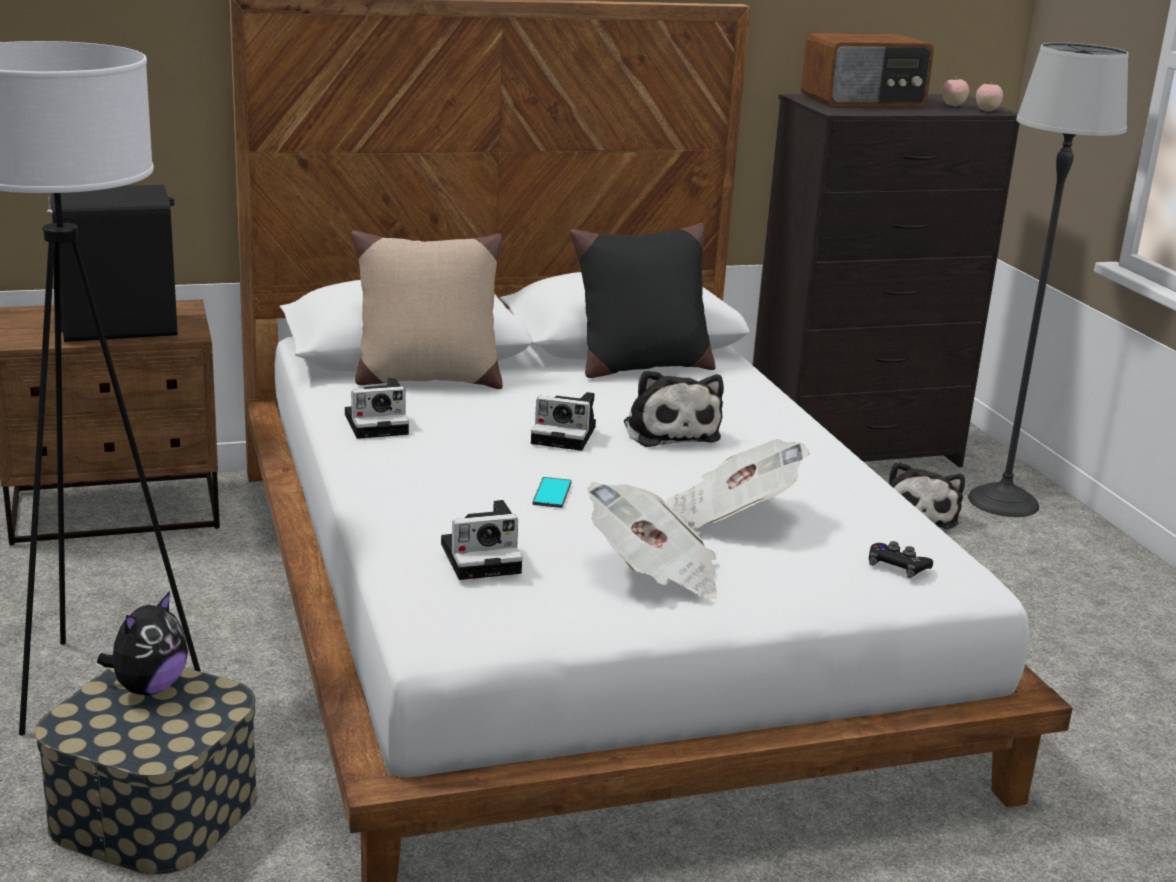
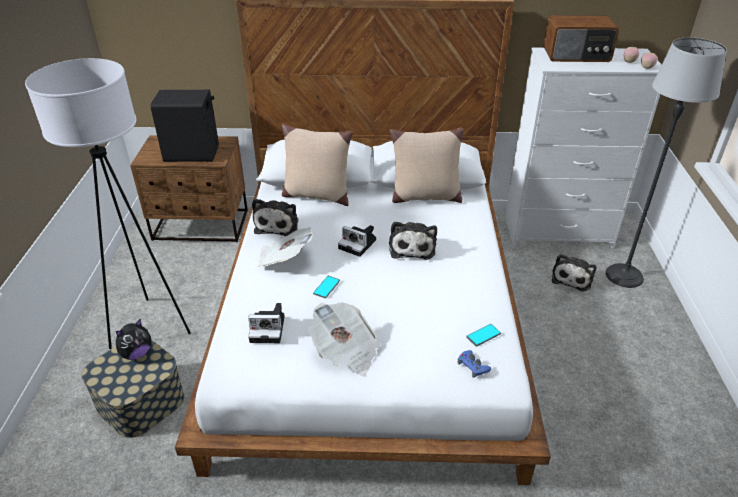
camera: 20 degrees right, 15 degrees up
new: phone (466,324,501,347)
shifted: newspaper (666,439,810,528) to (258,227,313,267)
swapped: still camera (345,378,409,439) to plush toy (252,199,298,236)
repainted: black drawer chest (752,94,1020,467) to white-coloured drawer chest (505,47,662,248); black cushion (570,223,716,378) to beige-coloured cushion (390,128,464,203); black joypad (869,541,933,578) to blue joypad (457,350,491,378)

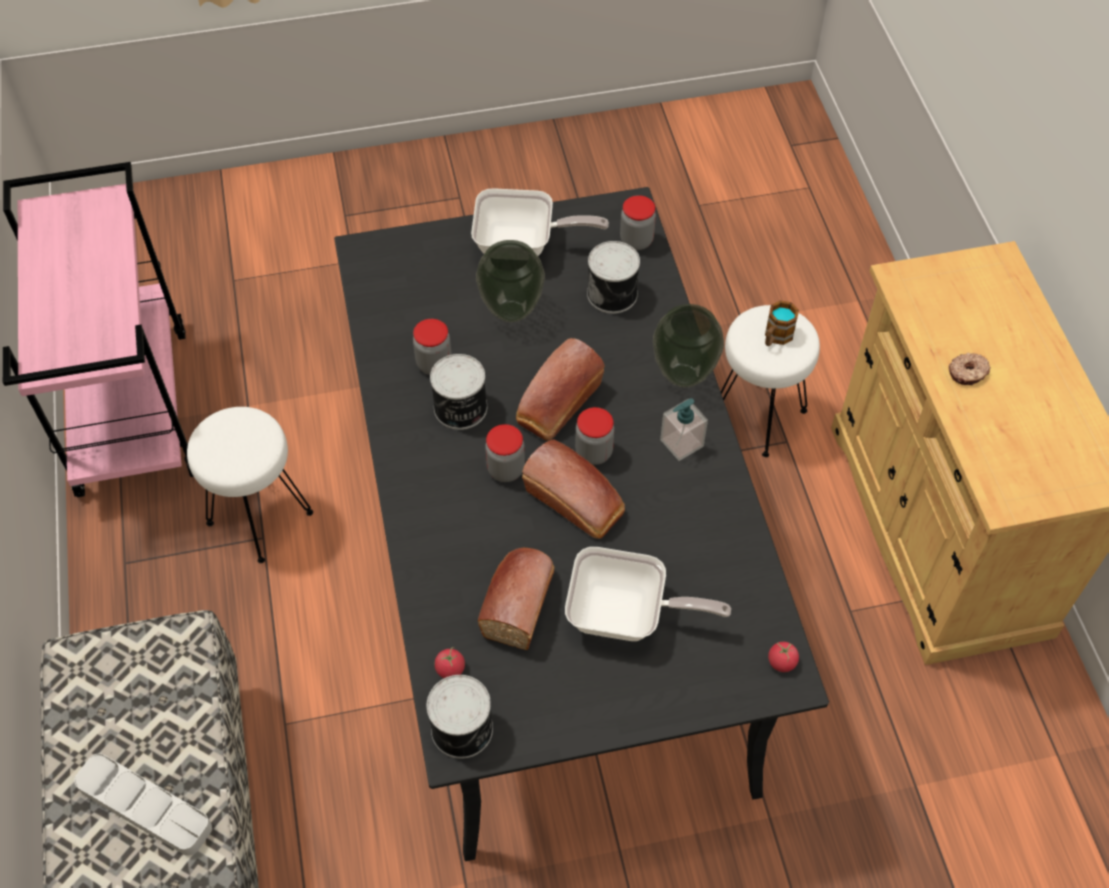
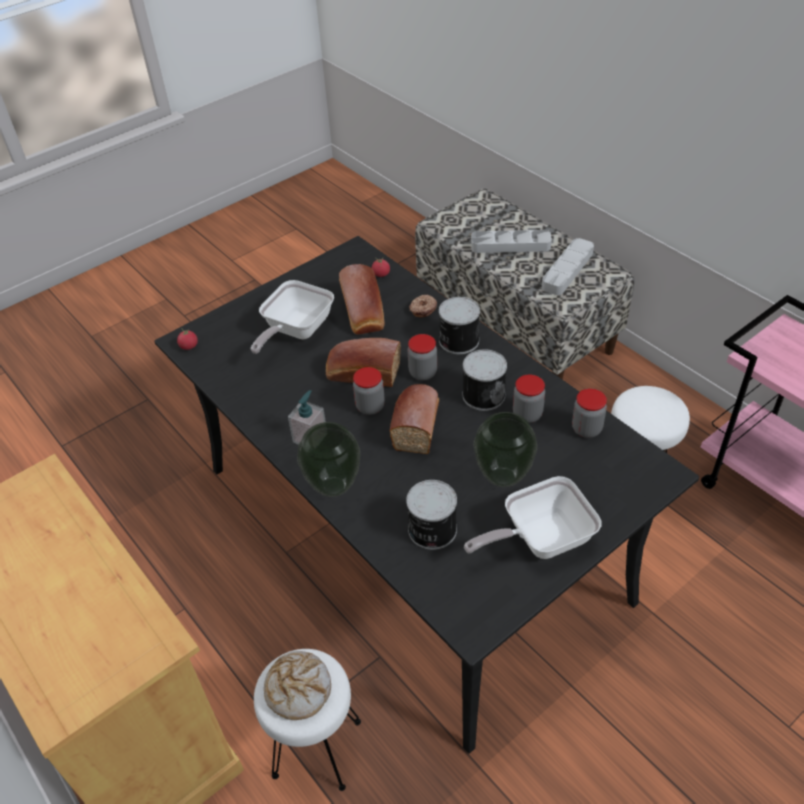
camera: 155 degrees right, 10 degrees down
new: greyish serving tray (542,238,594,295)
shifted: storage jar (620,195,656,250) to (572,388,607,438); donut (949,353,991,385) to (409,294,437,317); sealed can (427,675,493,759) to (439,297,480,354)
swapped: tea mug (765,300,799,346) to baked bread (264,651,331,720)
rotated: pan (565,547,731,641) = (251,280,334,354) 45 degrees counterclockwise

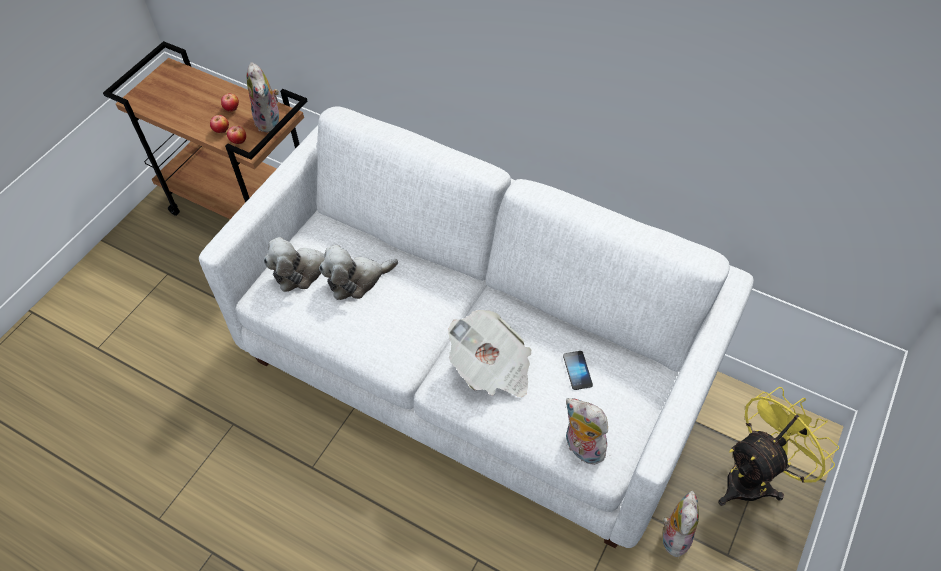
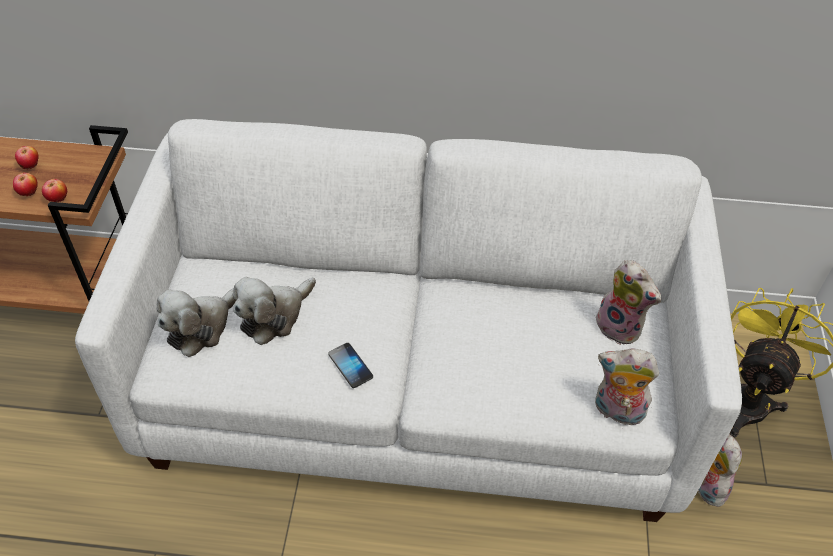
camera: 25 degrees left, 5 degrees down
gone: newspaper (448,310,531,397)
shifted: plush toy (247,62,279,132) to (596,260,662,345); phone (563,351,593,390) to (328,343,373,388)

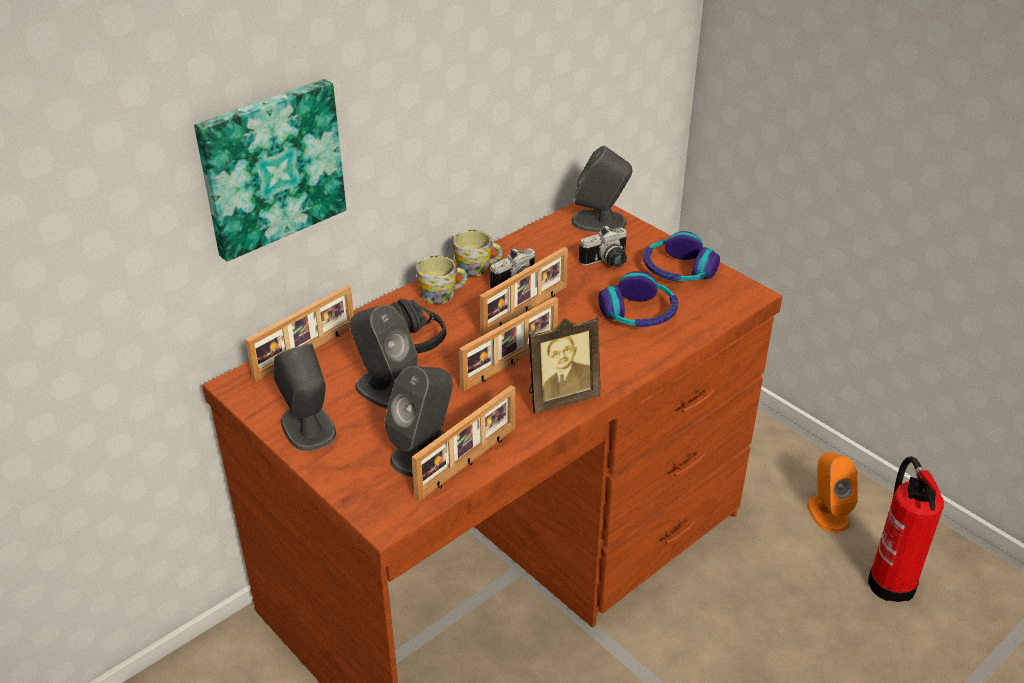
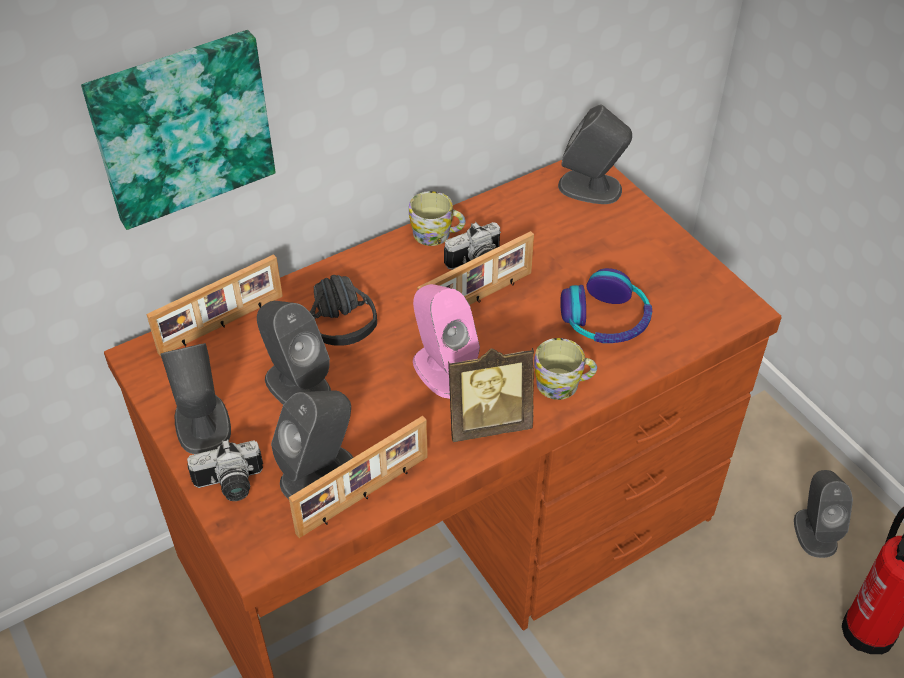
camera: 10 degrees right, 10 degrees up
gone: headset (643,231,720,281)
shifted: still camera (579,225,627,267) to (187,439,263,501); tea mug (416,256,467,304) to (534,338,597,400)
swapped: picture frame (459,297,558,391) to pink-coloured audio speaker (413,284,480,399)
repainted: orangey audio speaker (807,452,857,533) to greyish audio speaker (794,470,853,558)

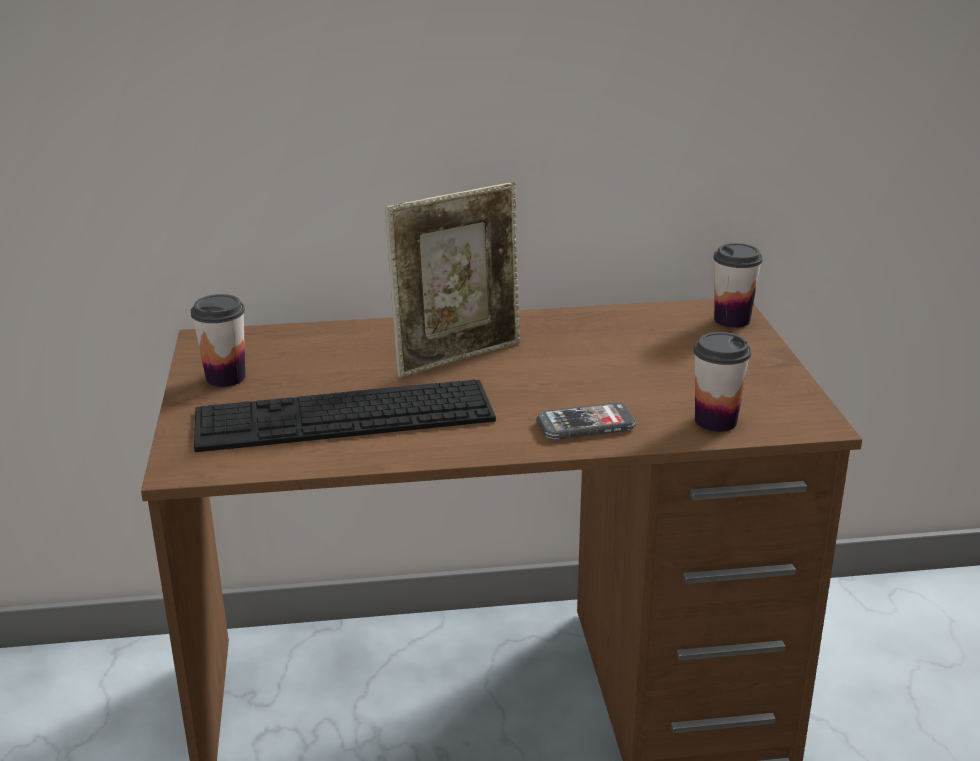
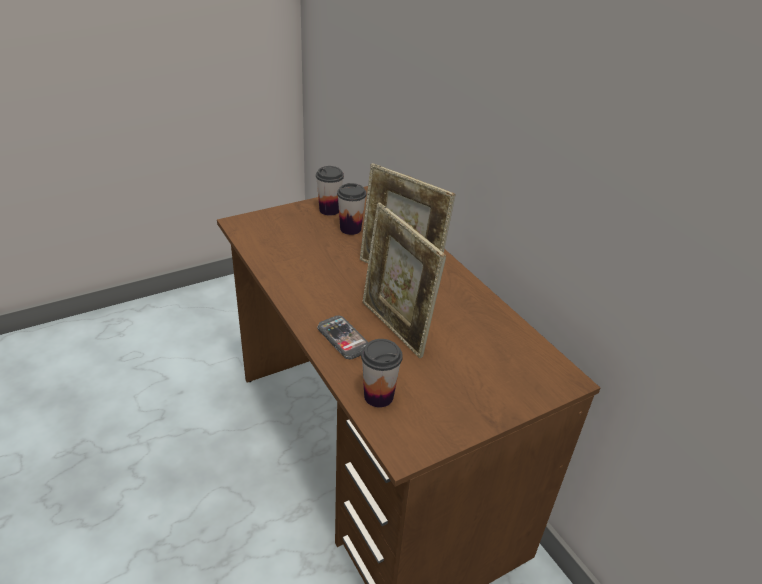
camera: 65 degrees right, 10 degrees up
gone: keyboard (194,379,496,452)
new: picture frame (362,203,446,358)
shifted: small cup (714,243,763,328) to (337,183,366,235)

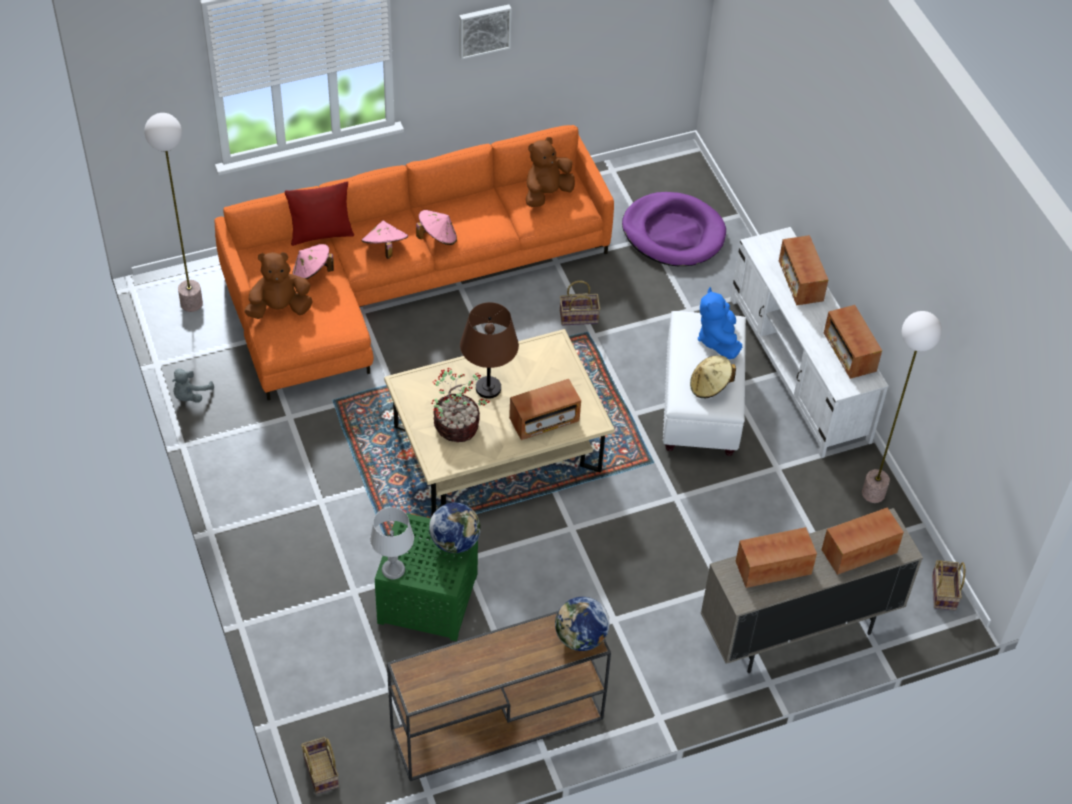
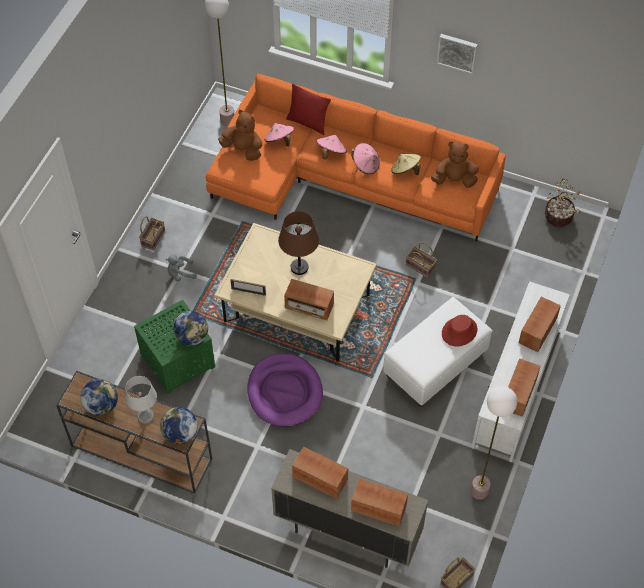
camera: 45 degrees right, 5 degrees up
new: picture frame (230,279,266,296); world globe (80,379,118,416)
shifted: purplish dog cushion (622,192,726,266) to (247,353,323,426); beige-coloured clothing hat (690,355,736,398) to (391,154,421,175); greyish plush toy (172,368,214,403) to (166,254,197,282); plant in a pot (432,368,490,442) to (545,179,581,228); greyish tabletop lamp (370,507,414,579) to (125,376,157,424); storage basket (301,737,339,794) to (139,216,165,251)
swapped: blue plush toy (698,287,742,359) to reddish clothing hat (442,315,477,346)

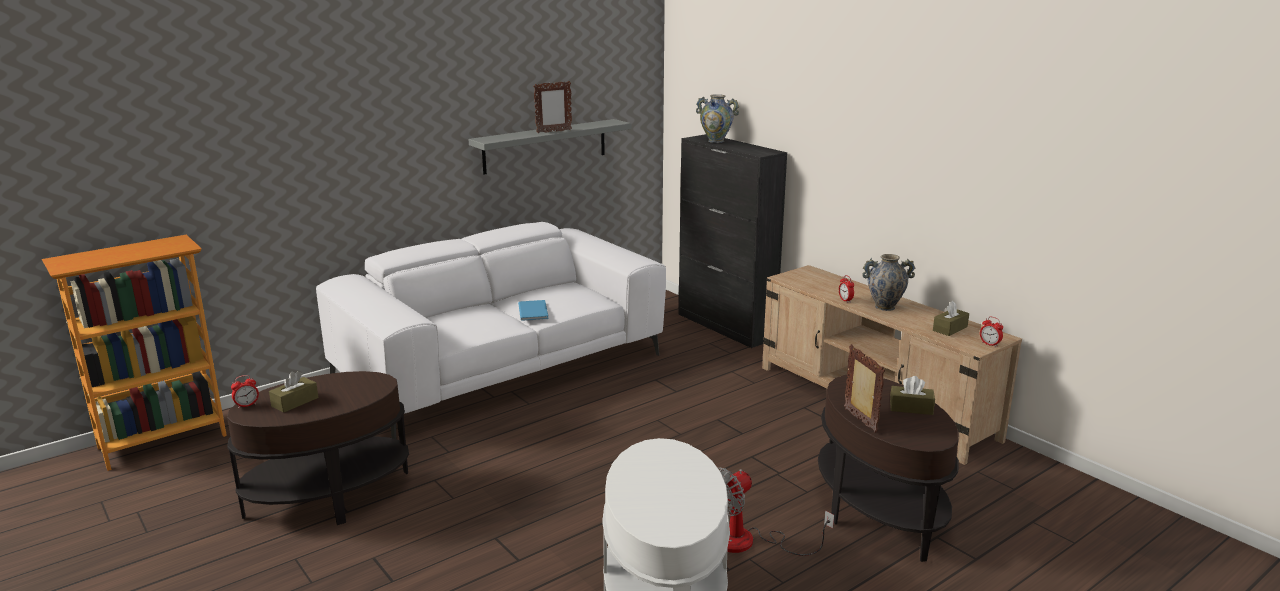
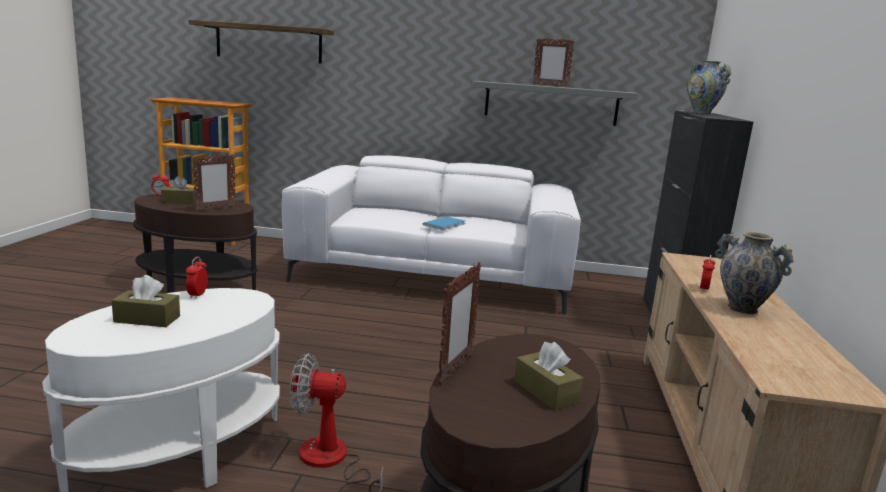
camera: 45 degrees right, 5 degrees down
new: shelf (189,20,334,64); picture frame (192,154,236,212)
shifted: brown-coloured tissue box (933,301,969,336) to (111,275,180,327); alarm clock (980,317,1003,347) to (186,257,208,299)

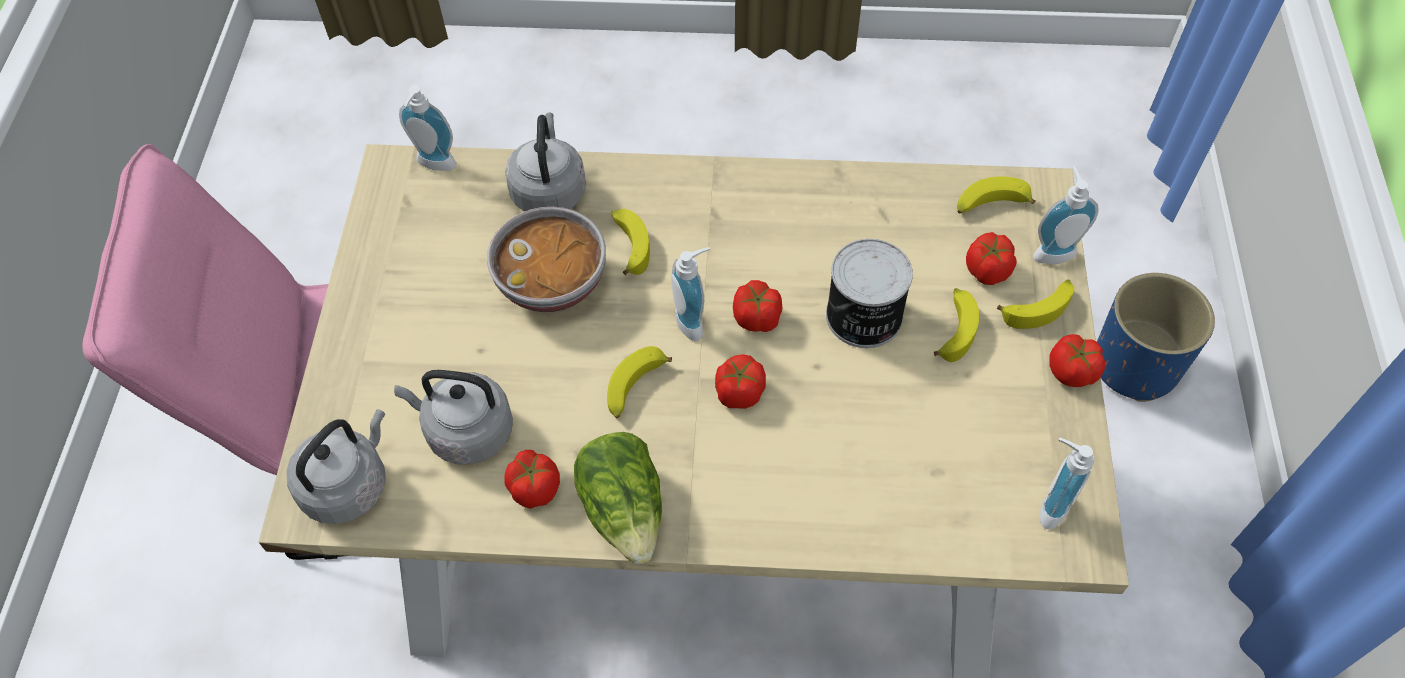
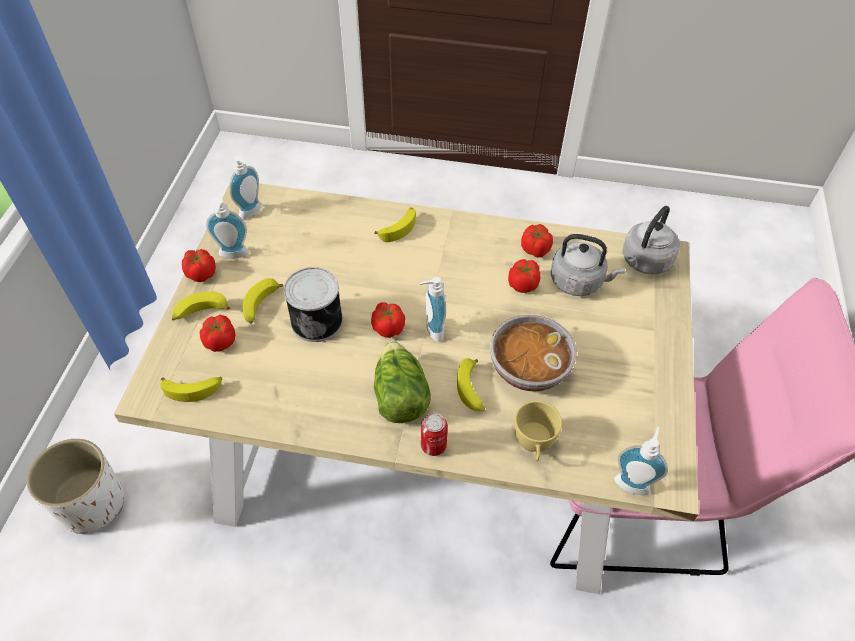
camera: 175 degrees left, 5 degrees down
new: sealed can (421,413,448,456)
shifted: soap bottle (1033,166,1099,264) to (206,199,249,259); whole banana (607,346,672,418) to (374,207,416,242); tomato (715,354,766,409) to (508,259,541,293); head of lettuce (574,432,662,564) to (374,341,431,423)
swapped: greyish water kettle (505,112,586,212) to yellowish small cup (514,401,562,461)
repainted: blue flower pot (1097,273,1215,402) to white-coloured flower pot (27,439,124,534)

